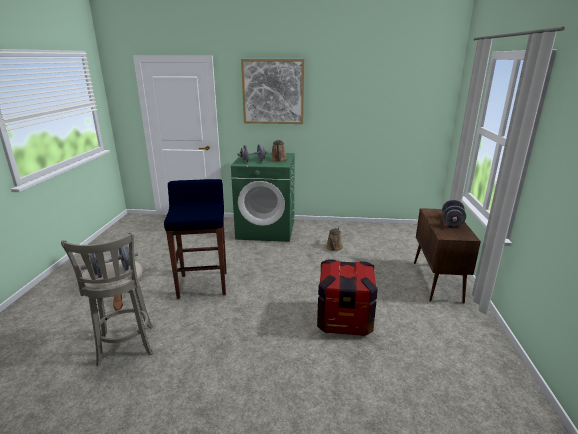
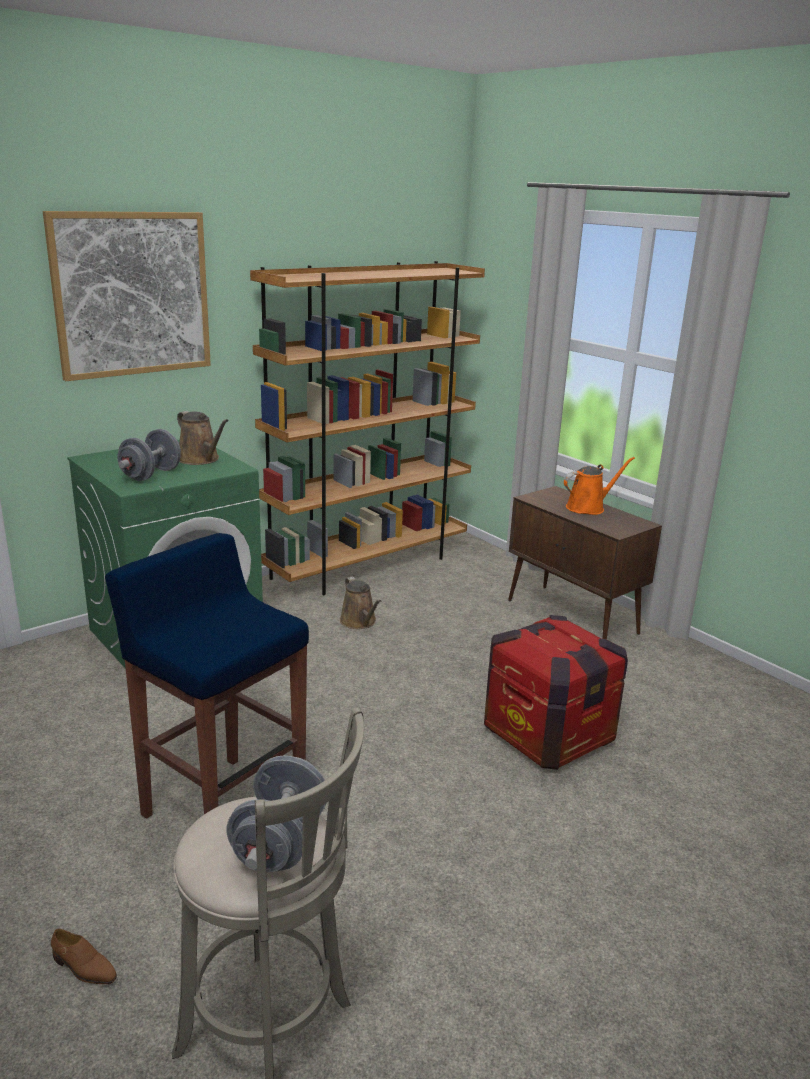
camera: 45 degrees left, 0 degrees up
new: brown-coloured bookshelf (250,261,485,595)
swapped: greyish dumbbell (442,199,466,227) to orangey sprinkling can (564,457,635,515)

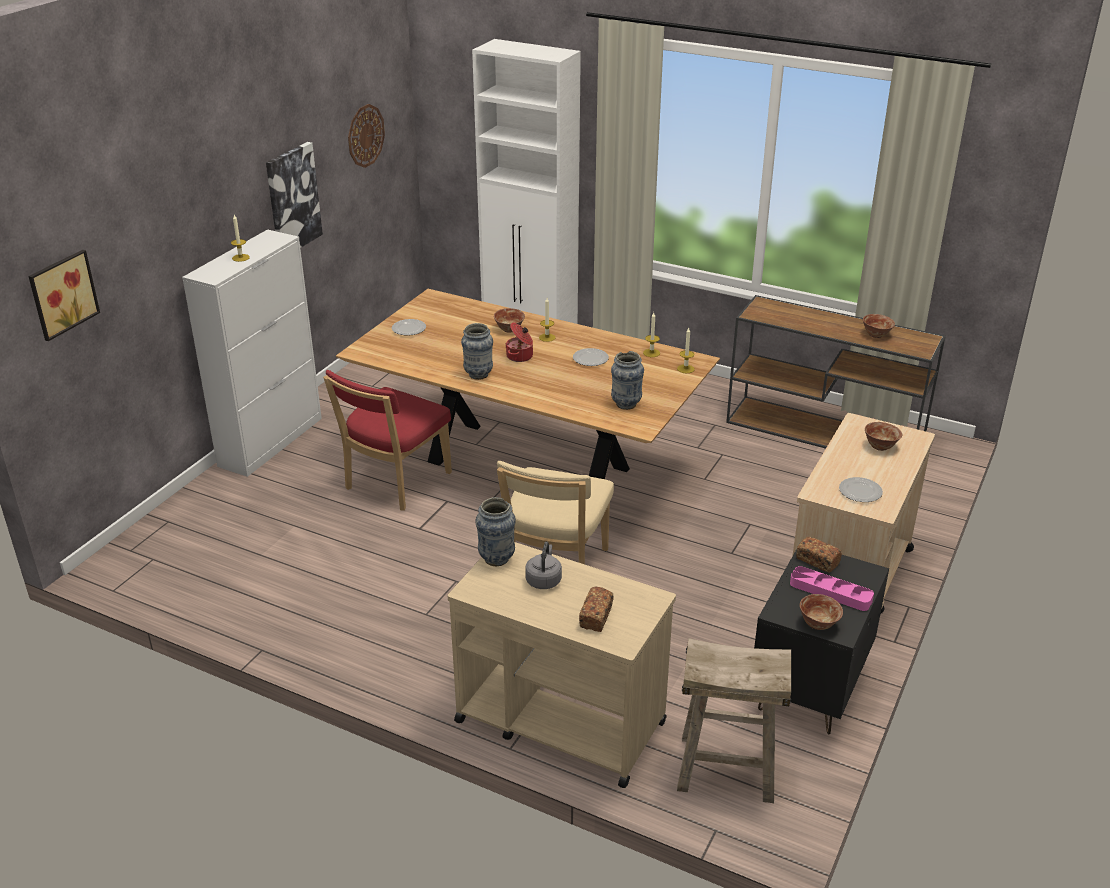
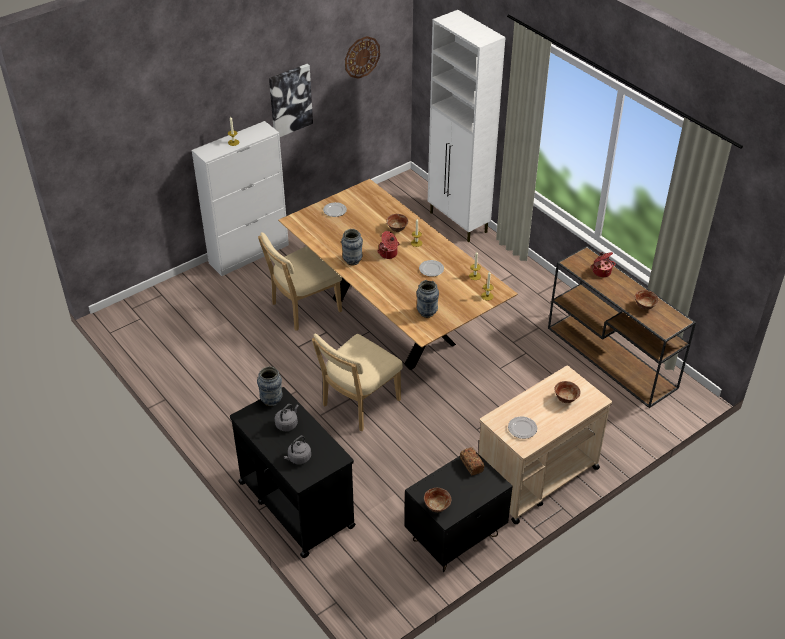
camera: 25 degrees right, 10 degrees up
gone: picture (28,250,100,341); pink-coloured serving tray (790,566,874,611); beige-coloured stool (677,638,791,803)
new: stockpot (590,252,615,277)
swapped: baked bread (579,586,613,632) to greyish water kettle (284,436,311,464)
repainted: reddish upright chair (323,370,452,511) to beige-coloured upright chair (258,232,342,331); beige-coloured trolley (448,542,676,788) to black trolley (230,387,356,558)

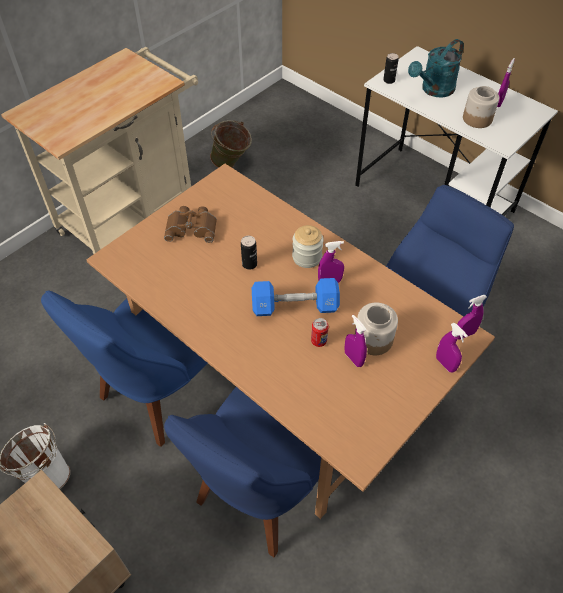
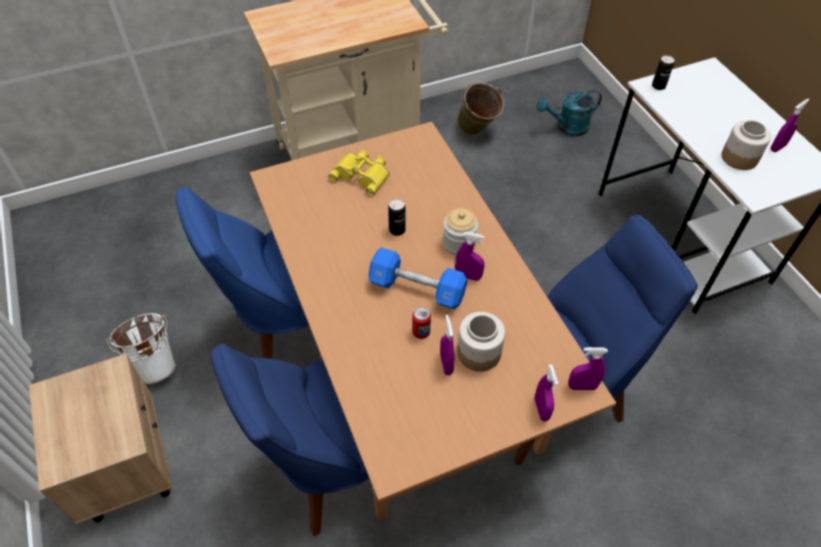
camera: 25 degrees right, 0 degrees up
shifted: turquoise-coloured sprinkling can (408,39,464,97) to (537,90,602,137)
repainted: brown-coloured pair of binoculars (164,206,217,243) to yellowish pair of binoculars (329,150,390,196)

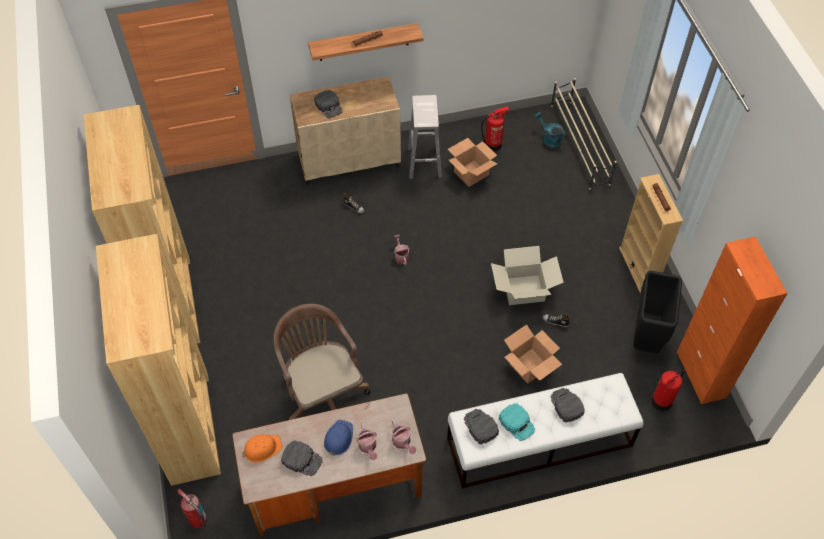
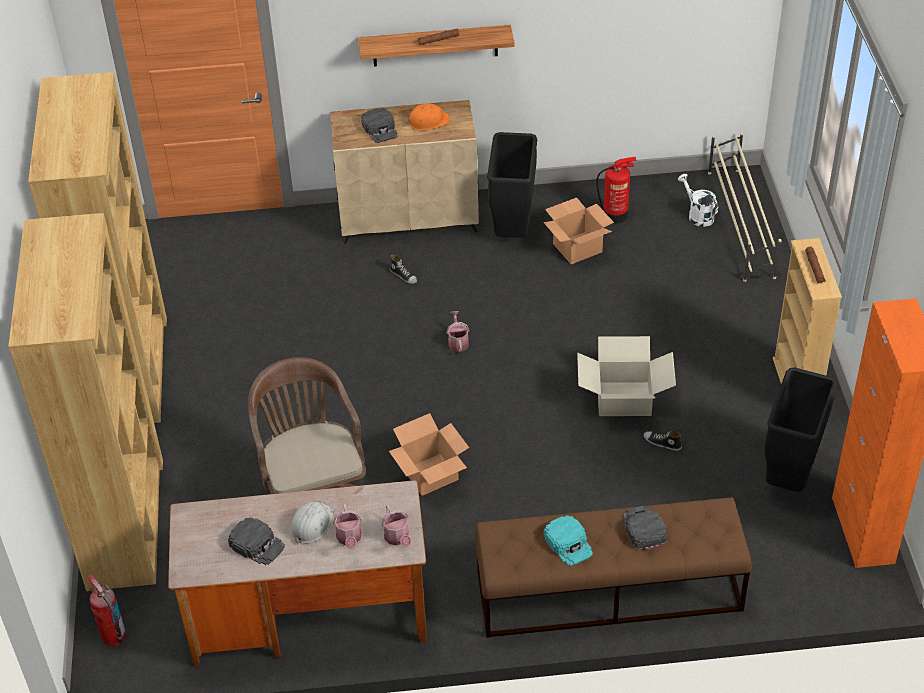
camera: 10 degrees right, 10 degrees down
gone: extinguisher (651,370,684,411); black peaked cap (464,409,499,444)
shifted: carton (504,324,562,384) to (389,413,469,496); orangey hard hat (242,434,283,463) to (406,103,450,131)
swapped: white-coloured stool (408,95,442,179) to black trash can (487,132,537,238)
repainted: turquoise-coloured sprinkling can (535,112,566,149) to white-coloured sprinkling can (678,174,718,227); white-coloured indoor bench (447,373,644,488) to brown-coloured indoor bench (474,497,752,638); blue hard hat (324,420,353,456) to white-coloured hard hat (290,501,334,544)

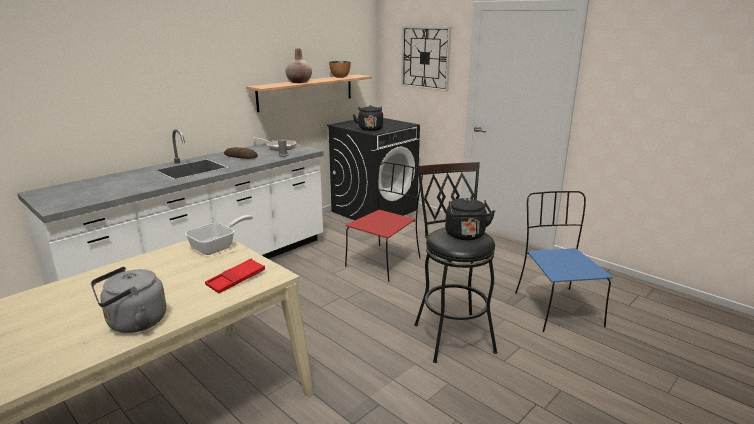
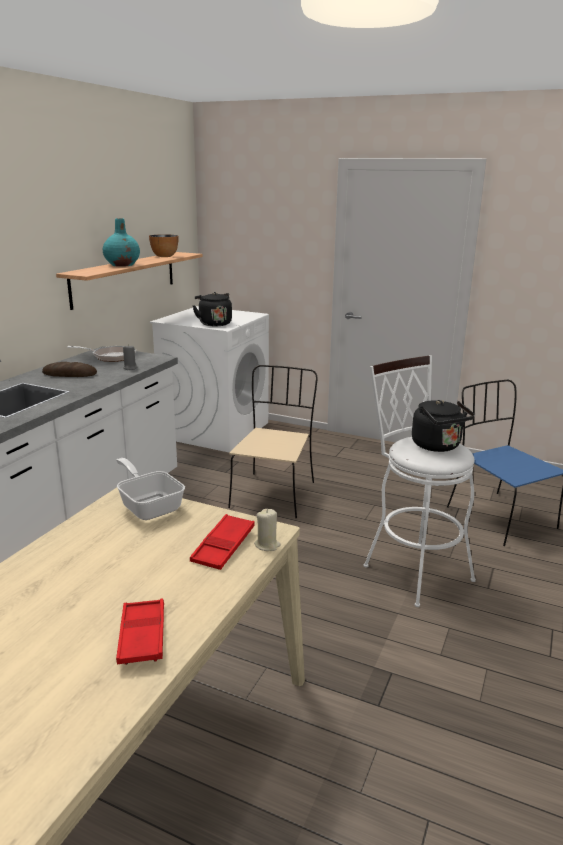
camera: 20 degrees left, 0 degrees up
gone: wall clock (401,26,451,92)
new: beige-coloured wax candle (254,509,281,551)
swapped: greyish water kettle (91,267,166,333) to reddish serving tray (116,599,164,665)
repainted: beige-coloured decorative vase (286,48,312,83) to turquoise-coloured decorative vase (103,218,140,267); black laundry appliance (327,118,420,221) to white-coloured laundry appliance (150,306,269,452); reddish upright chair (345,162,423,282) to beige-coloured upright chair (228,365,318,518); black stool (414,162,498,363) to white-coloured stool (364,355,476,607)
rotated: pan (185,215,253,255) = (116,458,185,520) 60 degrees counterclockwise

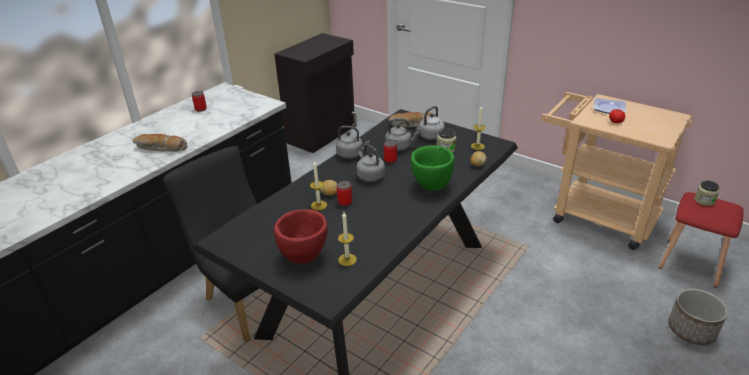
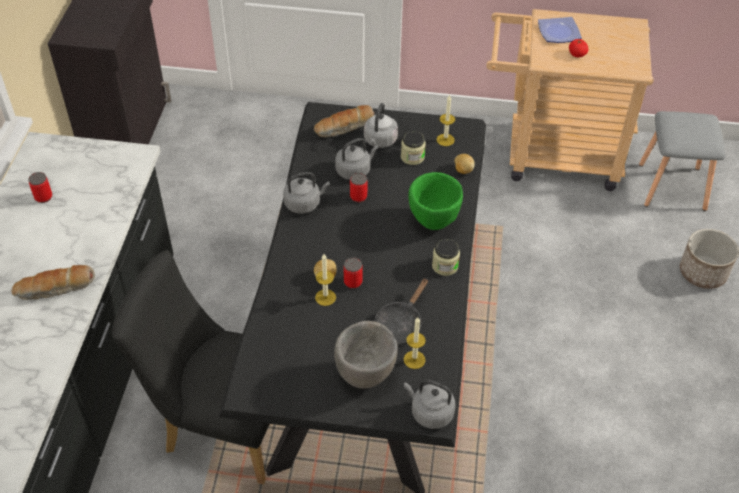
camera: 30 degrees left, 15 degrees up
new: black pan (374,278,428,344)
shifted: greyish water kettle (356,144,385,182) to (404,379,456,429); storage jar (695,181,719,206) to (432,239,460,276)
repainted: reddish stool (658,192,744,288) to greyish stool (639,111,725,211); reddish serving bowl (274,209,327,264) to greyish serving bowl (334,321,398,389)

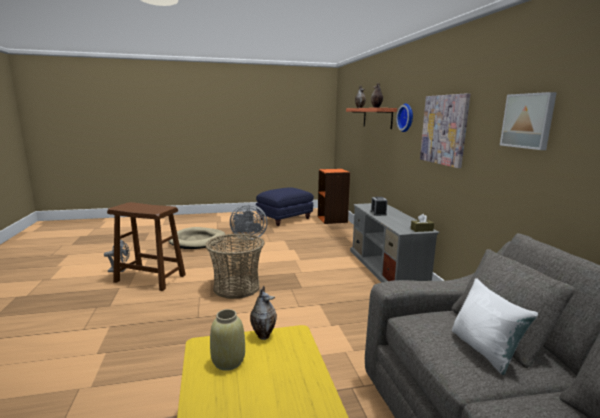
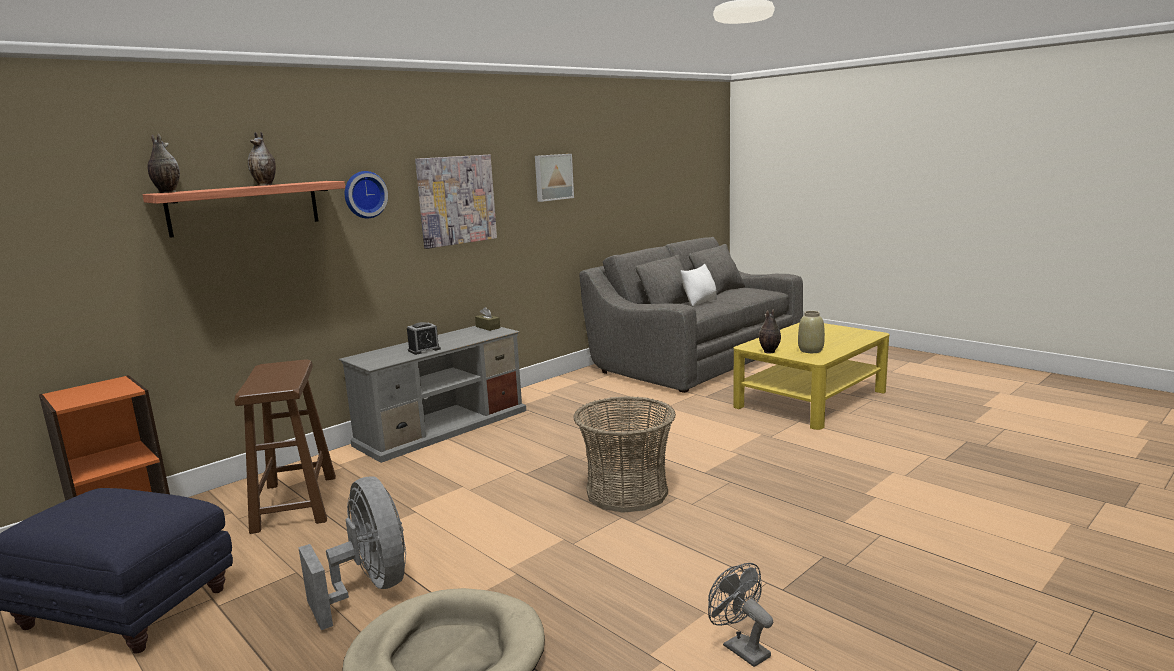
camera: 120 degrees left, 0 degrees up
shifted: brown-coloured stool (107,202,186,291) to (234,359,336,534)

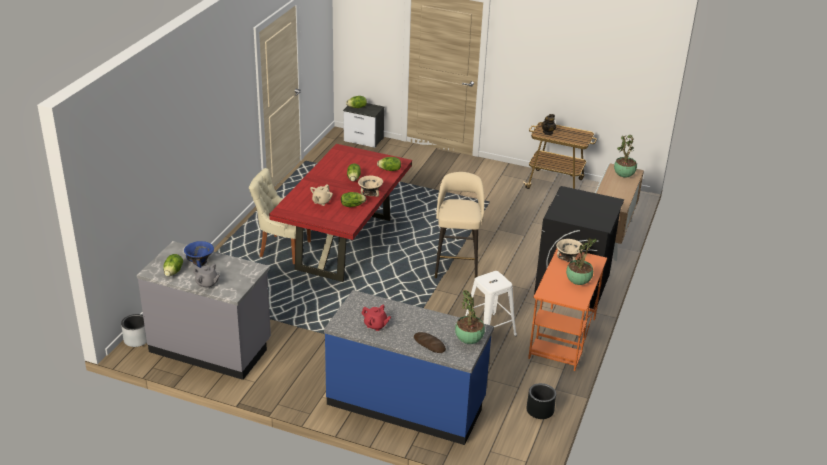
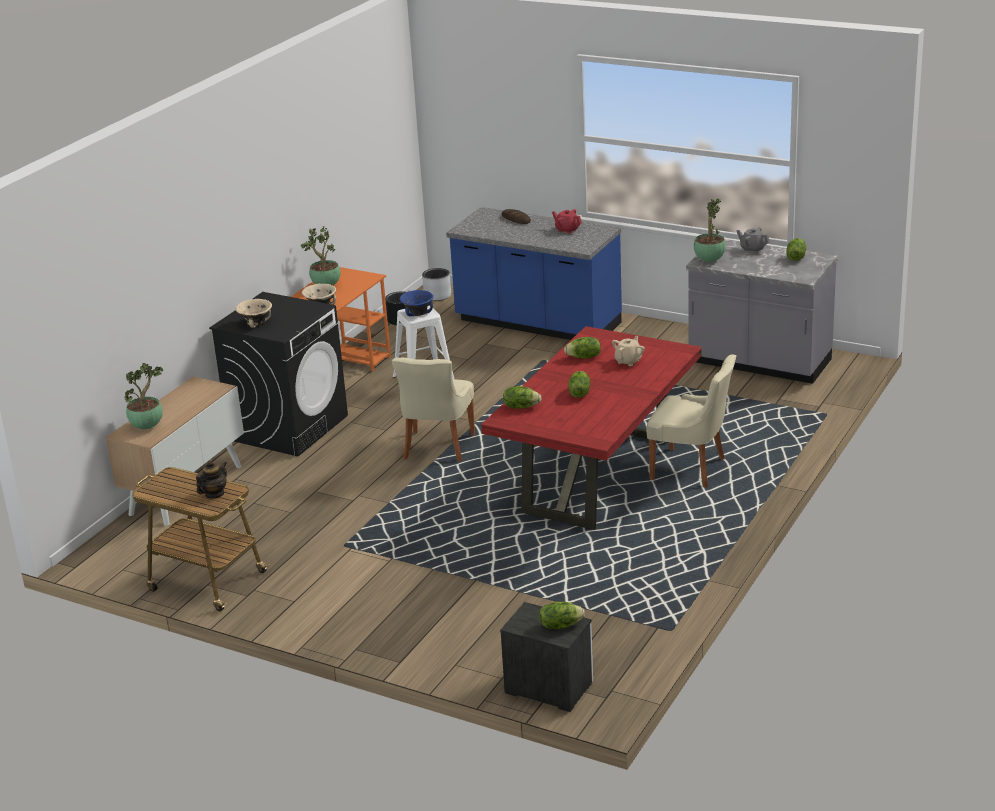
camera: 170 degrees left, 5 degrees down
shifted: beige-coloured serving bowl (358,176,383,197) to (236,299,272,328); blue serving bowl (184,241,214,268) to (400,290,434,316); plant in a pot (455,290,485,344) to (694,199,726,262); greyish flower pot (121,314,147,347) to (422,268,451,301)
swapped: beige-coloured stool (435,172,484,278) to beige-coloured upright chair (392,358,475,462)

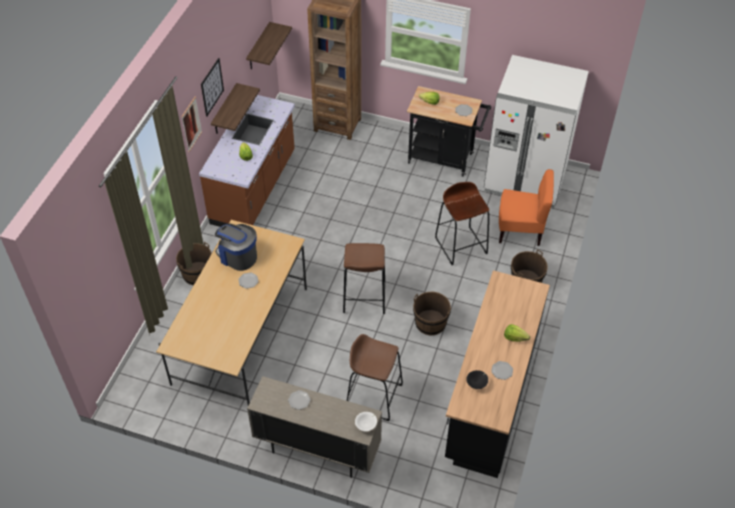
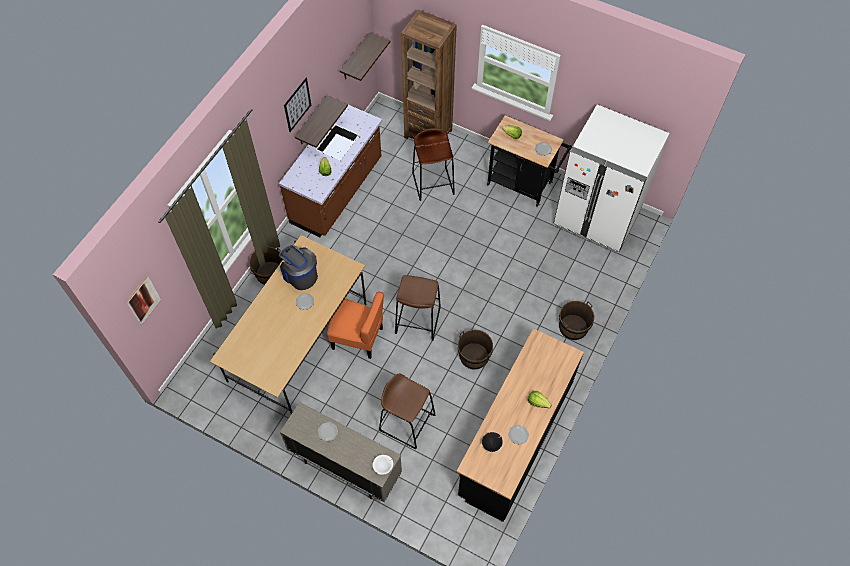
camera: 10 degrees right, 10 degrees up
shifted: picture (181,96,202,152) to (126,275,161,325); orangey upright chair (499,169,554,246) to (327,292,384,359); brown-coloured stool (435,182,489,265) to (412,129,455,201)

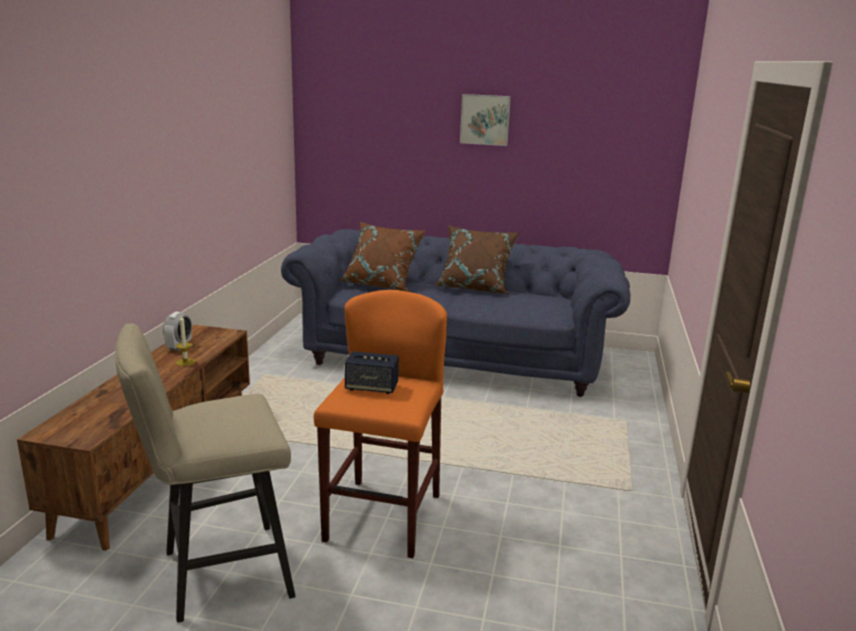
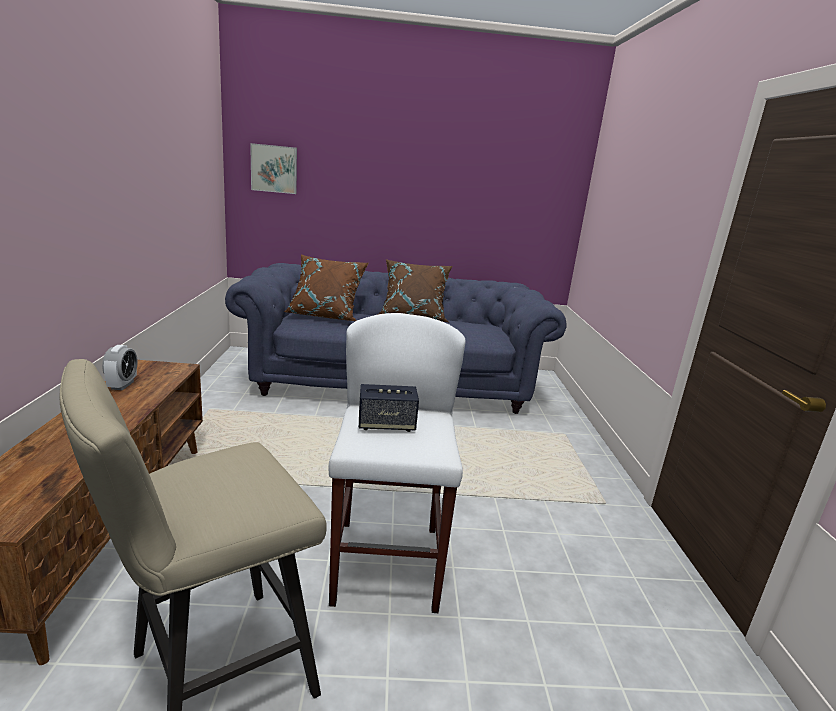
camera: 15 degrees left, 0 degrees up
gone: wax candle (176,315,196,366)
shifted: picture (460,94,511,146) to (250,143,297,194)
repainted: orangey stool (314,290,447,558) to white-coloured stool (328,313,466,613)

